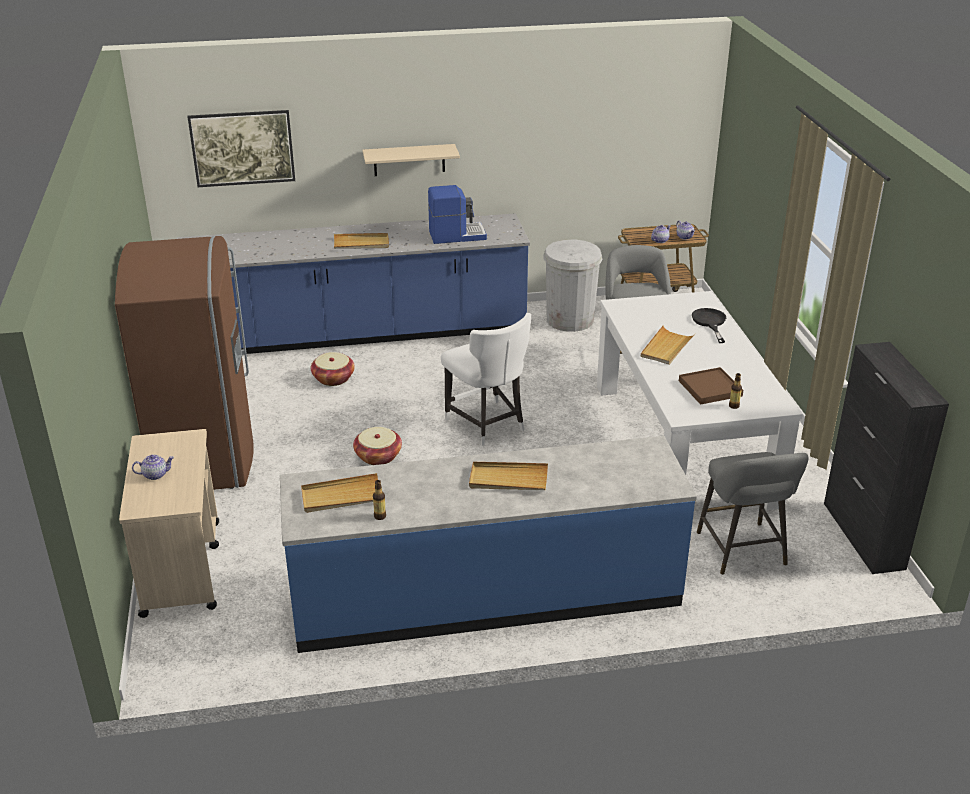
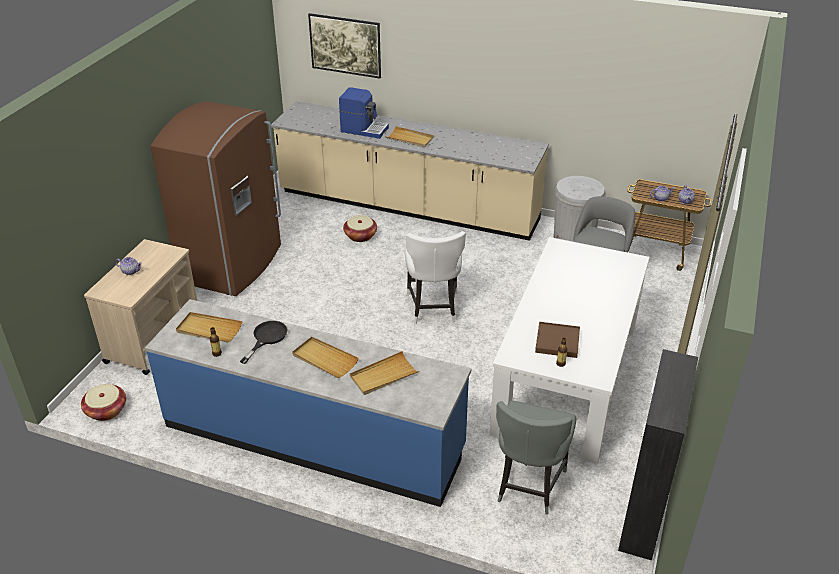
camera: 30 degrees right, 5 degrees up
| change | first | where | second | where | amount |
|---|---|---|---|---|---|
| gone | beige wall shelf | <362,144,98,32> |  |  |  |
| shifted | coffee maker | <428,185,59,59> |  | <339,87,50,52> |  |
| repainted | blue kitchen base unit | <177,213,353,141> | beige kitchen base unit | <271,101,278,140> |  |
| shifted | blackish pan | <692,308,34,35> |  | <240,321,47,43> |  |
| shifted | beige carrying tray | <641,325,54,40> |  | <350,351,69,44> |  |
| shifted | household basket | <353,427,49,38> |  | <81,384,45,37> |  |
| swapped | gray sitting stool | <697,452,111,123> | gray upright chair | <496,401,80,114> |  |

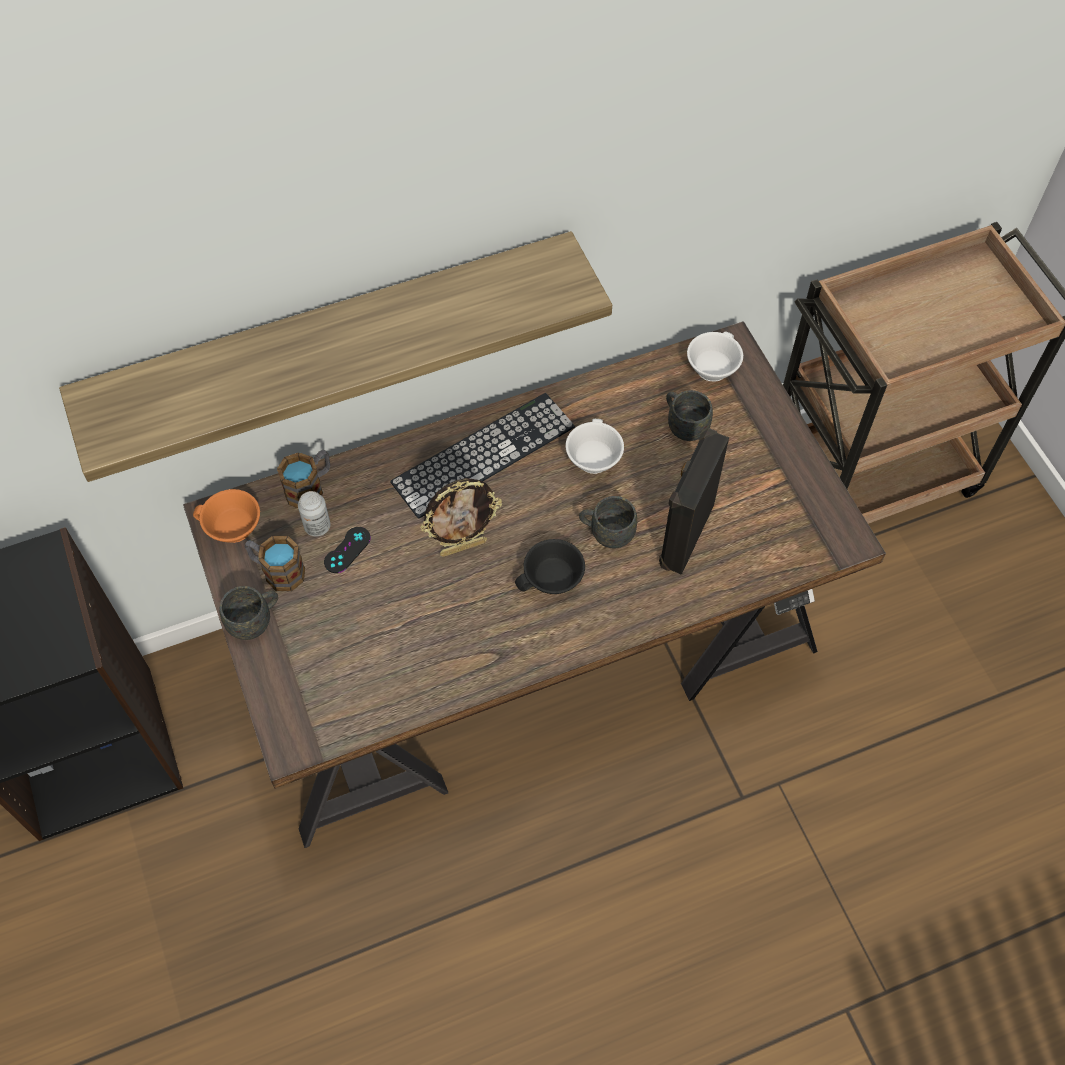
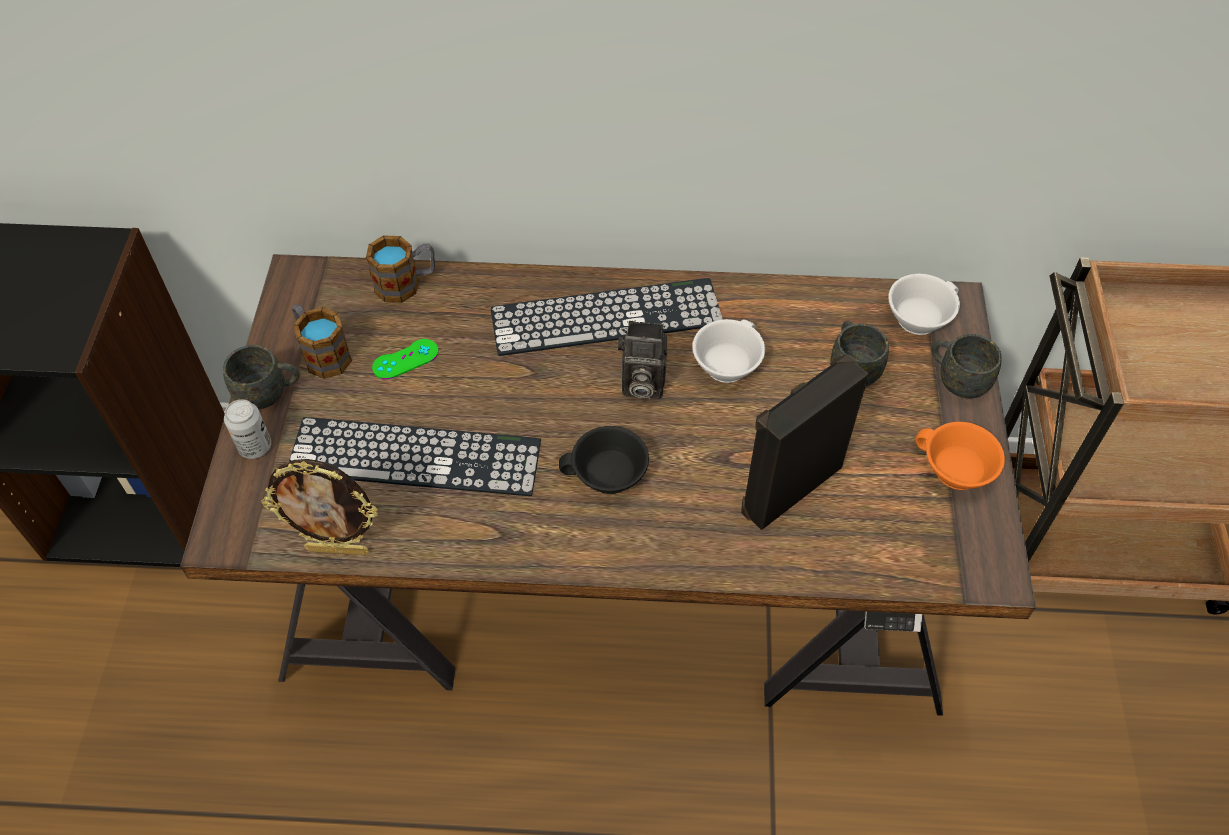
camera: 25 degrees right, 5 degrees down
| change | first | where | second | where | amount |
|---|---|---|---|---|---|
| gone | wall shelf | <59,231,553,251> |  |  |  |
| shifted | photo frame | <420,478,82,79> |  | <261,459,117,96> |  |
| shifted | orangey cup | <193,489,67,54> |  | <915,422,90,68> |  |
| shifted | metal can | <298,491,33,45> |  | <224,399,47,60> |  |
| shifted | gray coffee mug | <579,496,58,52> |  | <931,334,71,64> |  |
| repainted | blackish joypad | <324,527,47,46> | green joypad | <372,339,67,40> |  |
| new |  |  | photo camera | <618,321,49,78> |  |
| new |  |  | keyboard | <289,417,252,79> |  |

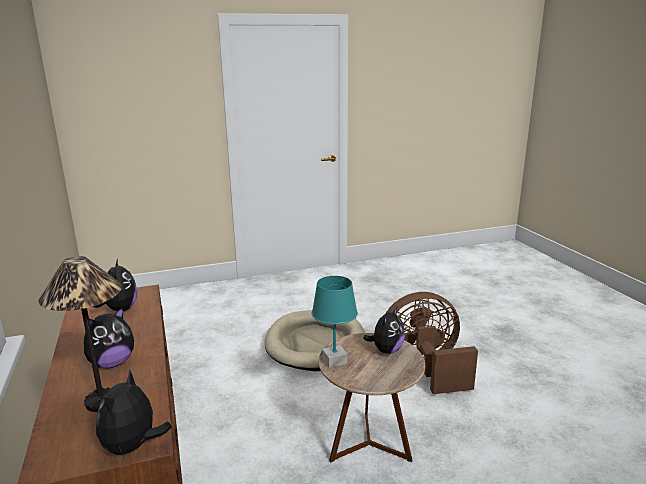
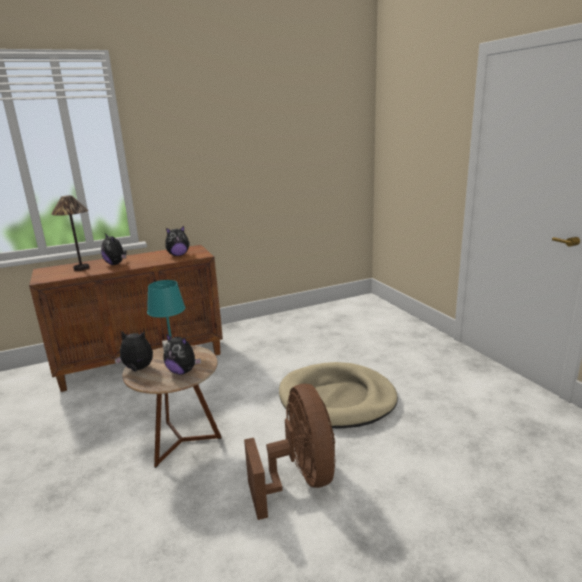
camera: 85 degrees right, 0 degrees up
| change | first | where | second | where | amount |
|---|---|---|---|---|---|
| shifted | plush toy | <96,369,76,88> |  | <114,331,39,41> |  |

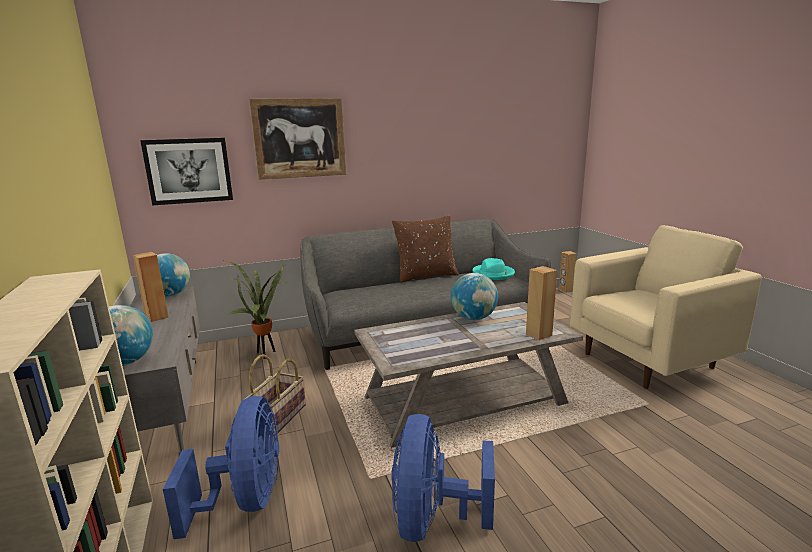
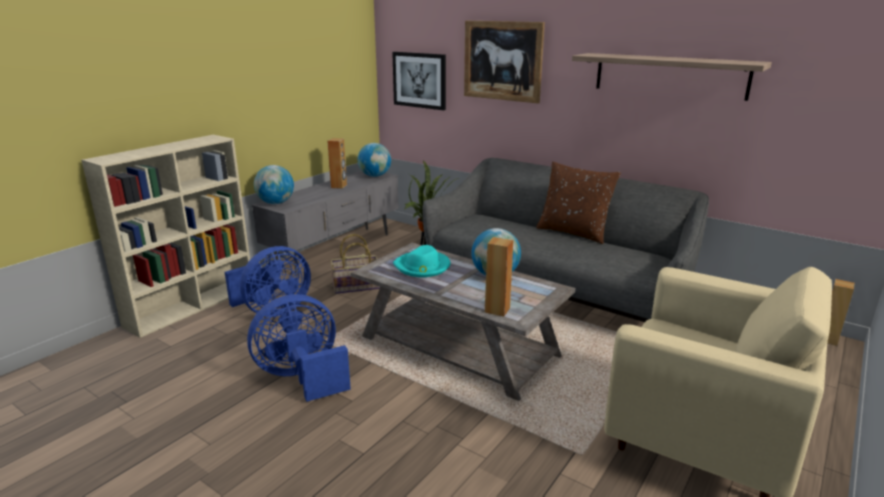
camera: 55 degrees right, 5 degrees up
| change | first | where | second | where | amount |
|---|---|---|---|---|---|
| shifted | turquoise clothing hat | <472,258,43,22> |  | <393,245,58,32> |  |
| new |  |  | wall shelf | <572,53,200,48> |  |

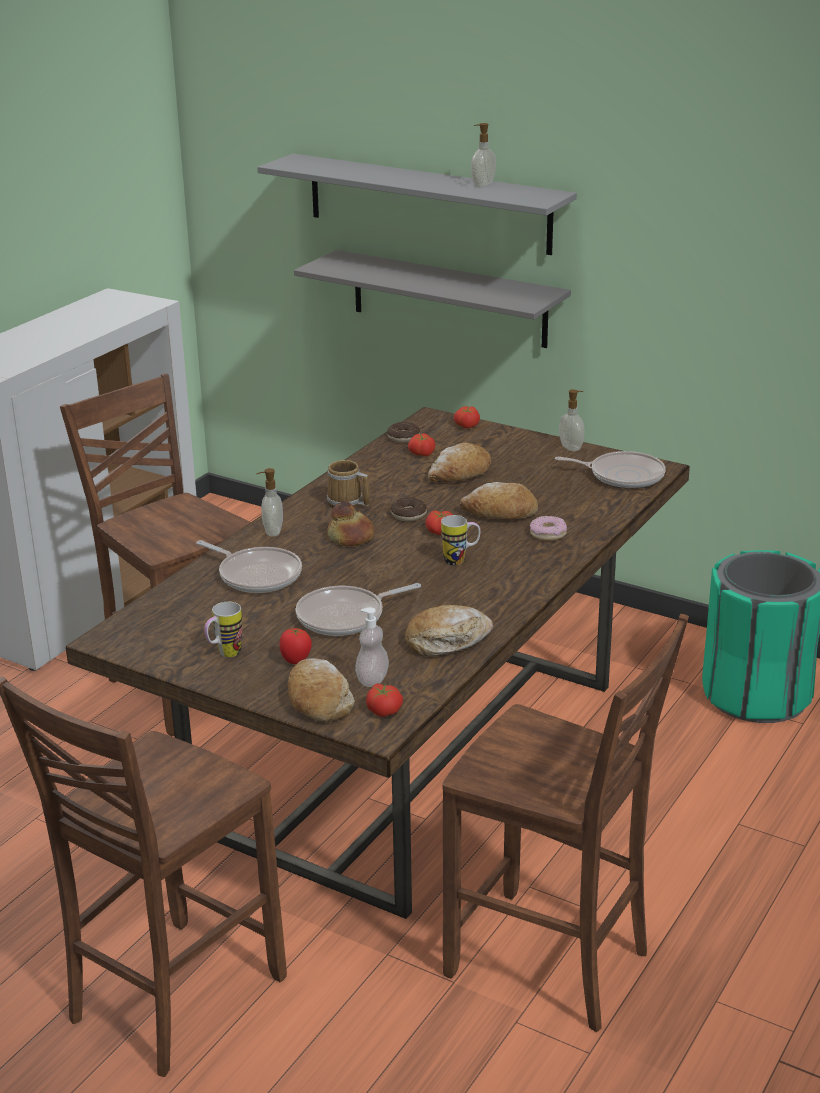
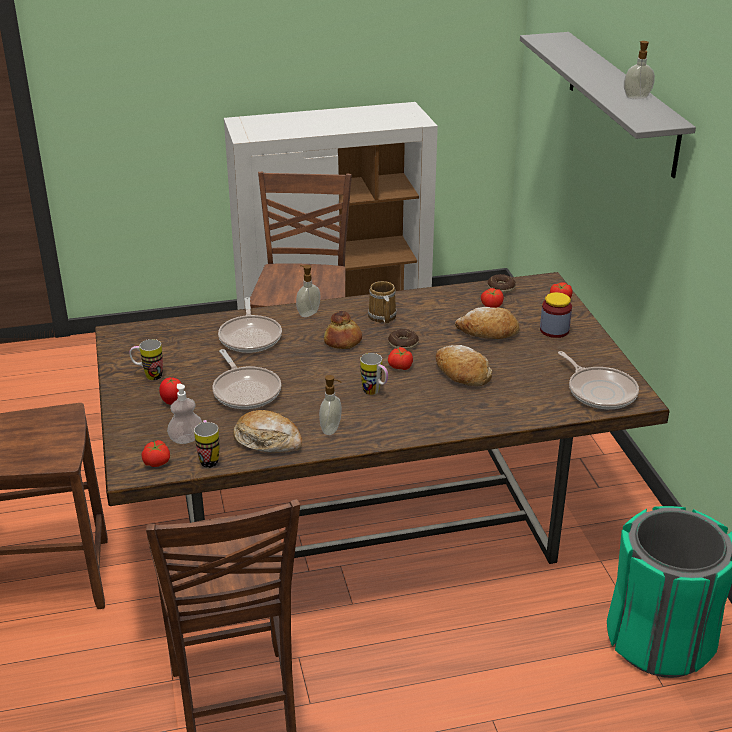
camera: 45 degrees right, 5 degrees up
| change | first | where | second | where | amount |
|---|---|---|---|---|---|
| gone | gray wall shelf | <294,250,277,98> |  |  |  |
| shifted | soap bottle | <559,389,25,62> |  | <319,375,23,60> |  |
| gone | ring doughnut | <529,516,38,25> |  |  |  |
| rotated | pan | <296,583,125,53> |  | <212,349,69,60> | 135 degrees counterclockwise |
| gone | bakery bread | <288,658,67,64> |  |  |  |
| new |  |  | jar | <540,292,32,46> |  |
| new |  |  | coffee mug | <194,420,25,48> |  |

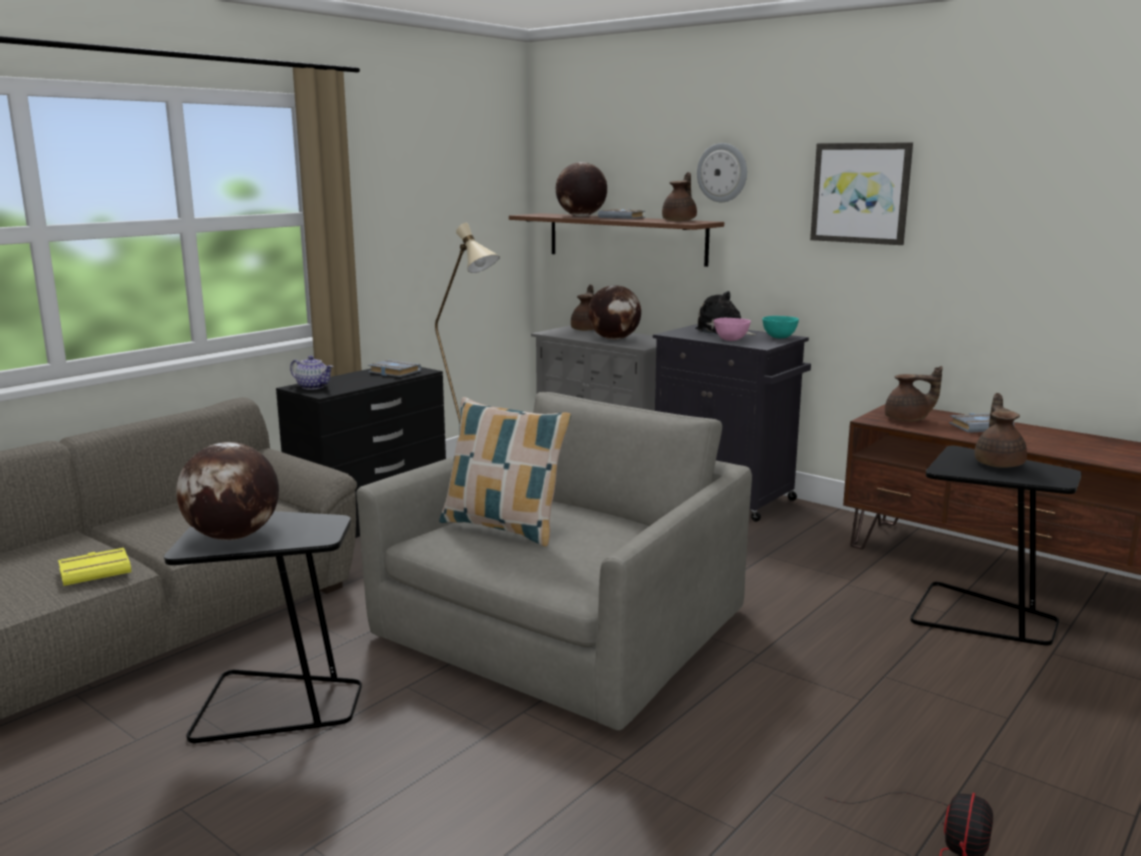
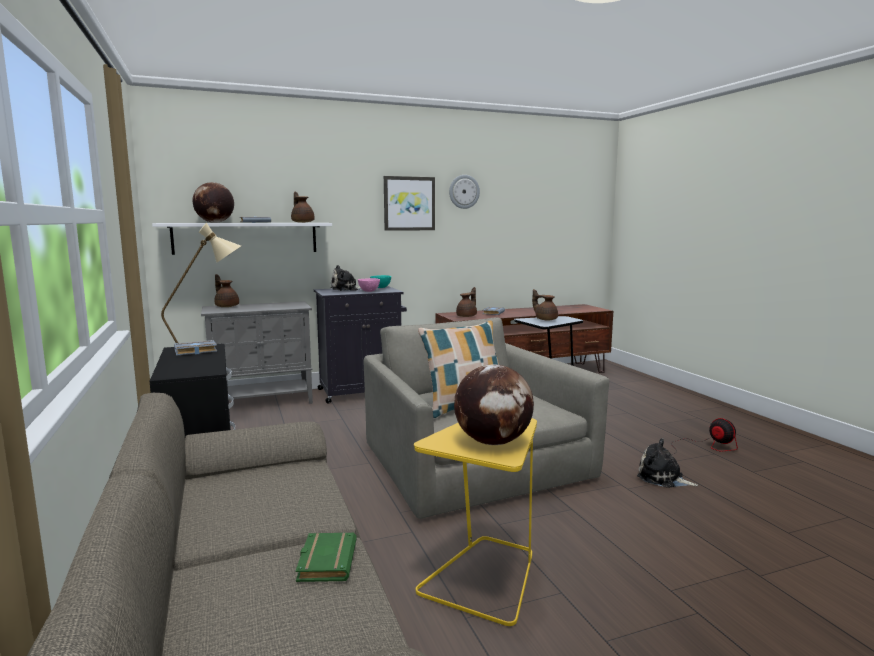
camera: 60 degrees left, 5 degrees down
| change | first | where | second | where | amount |
|---|---|---|---|---|---|
| shifted | clock on the wall | <697,143,50,59> |  | <449,175,31,34> |  |
| repainted | brown wall shelf | <509,213,215,54> | white-coloured wall shelf | <152,223,180,32> |  |
| gone | globe | <588,285,53,55> |  |  |  |
| gone | teapot | <290,356,43,34> |  |  |  |
| repainted | blackish side table | <164,511,198,232> | yellow side table | <414,418,123,208> |  |
| repainted | yellow volume | <58,548,73,38> | green volume | <295,533,62,49> |  |
| new |  |  | plush toy | <637,439,61,49> |  |

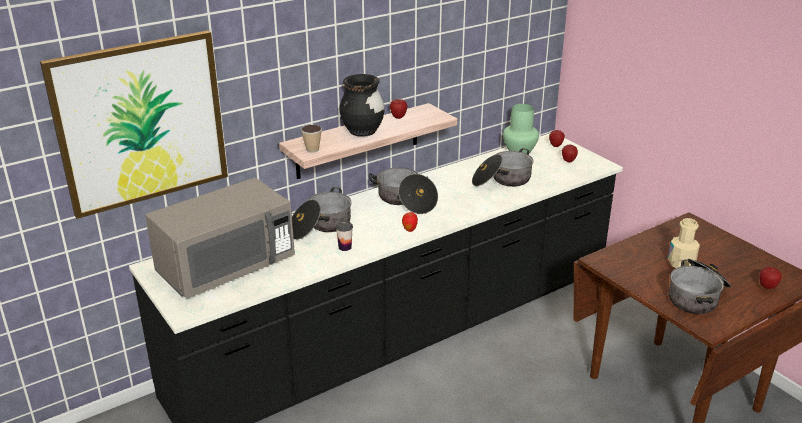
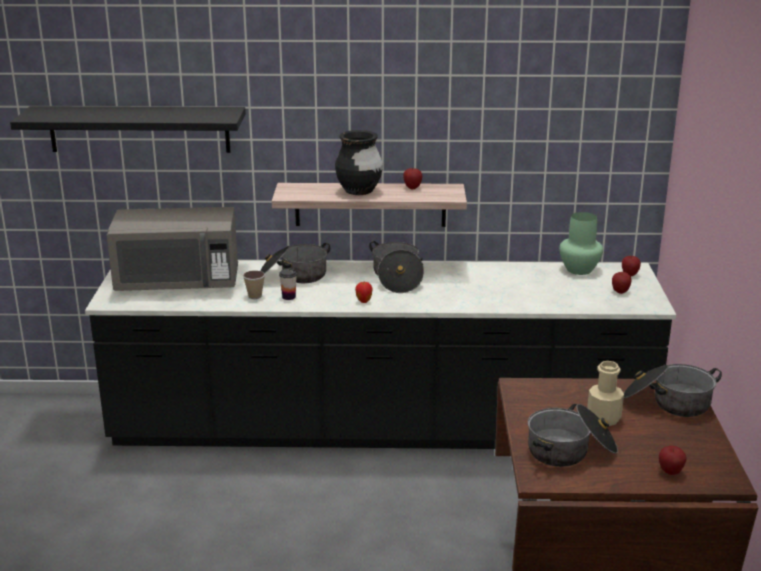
camera: 35 degrees right, 5 degrees down
| change | first | where | second | where | amount |
|---|---|---|---|---|---|
| swapped | picture | <40,30,188,189> | blackish wall shelf | <10,106,236,47> |  |
| shifted | cup | <301,125,21,28> |  | <243,270,22,29> |  |
| shifted | cooking pot | <472,148,62,39> |  | <624,364,98,53> |  |

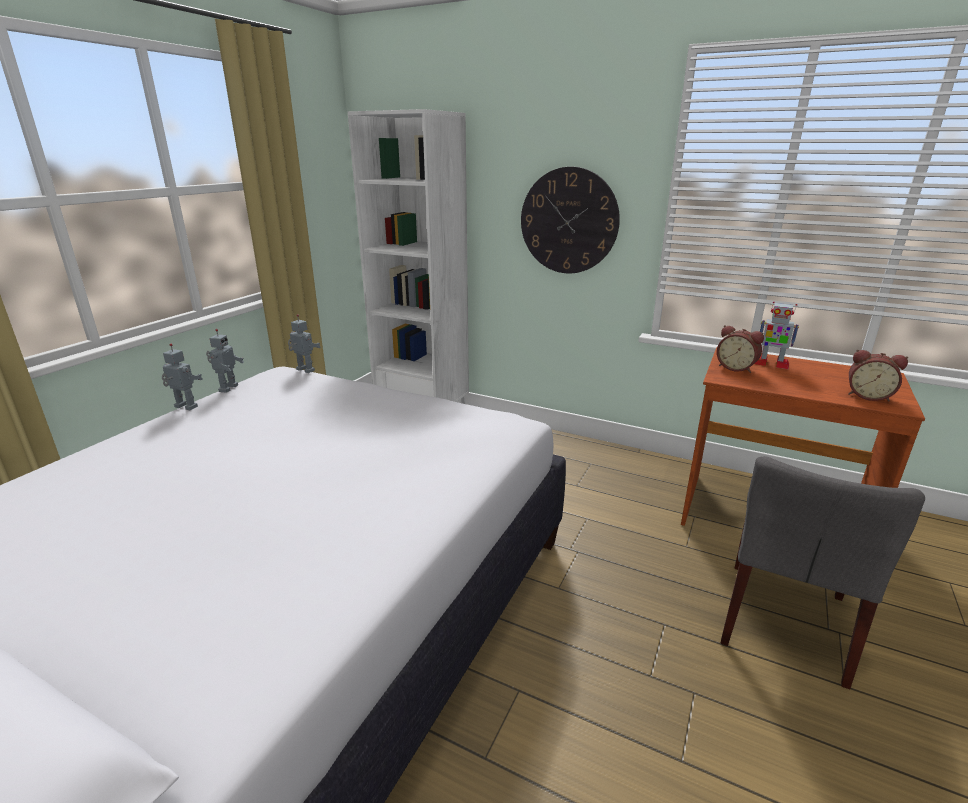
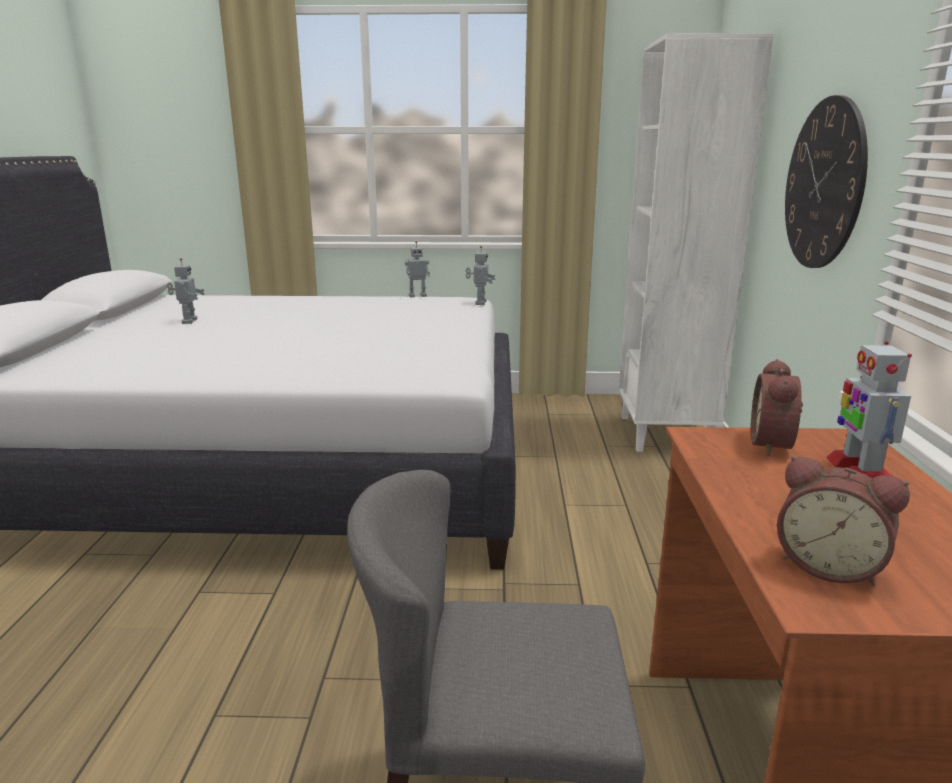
camera: 65 degrees right, 5 degrees down
| change | first | where | second | where | amount |
|---|---|---|---|---|---|
| shifted | model robot | <162,344,40,66> |  | <167,258,38,66> |  |
| rotated | alarm clock | <848,350,60,51> |  | <777,456,133,130> | 60 degrees counterclockwise |

